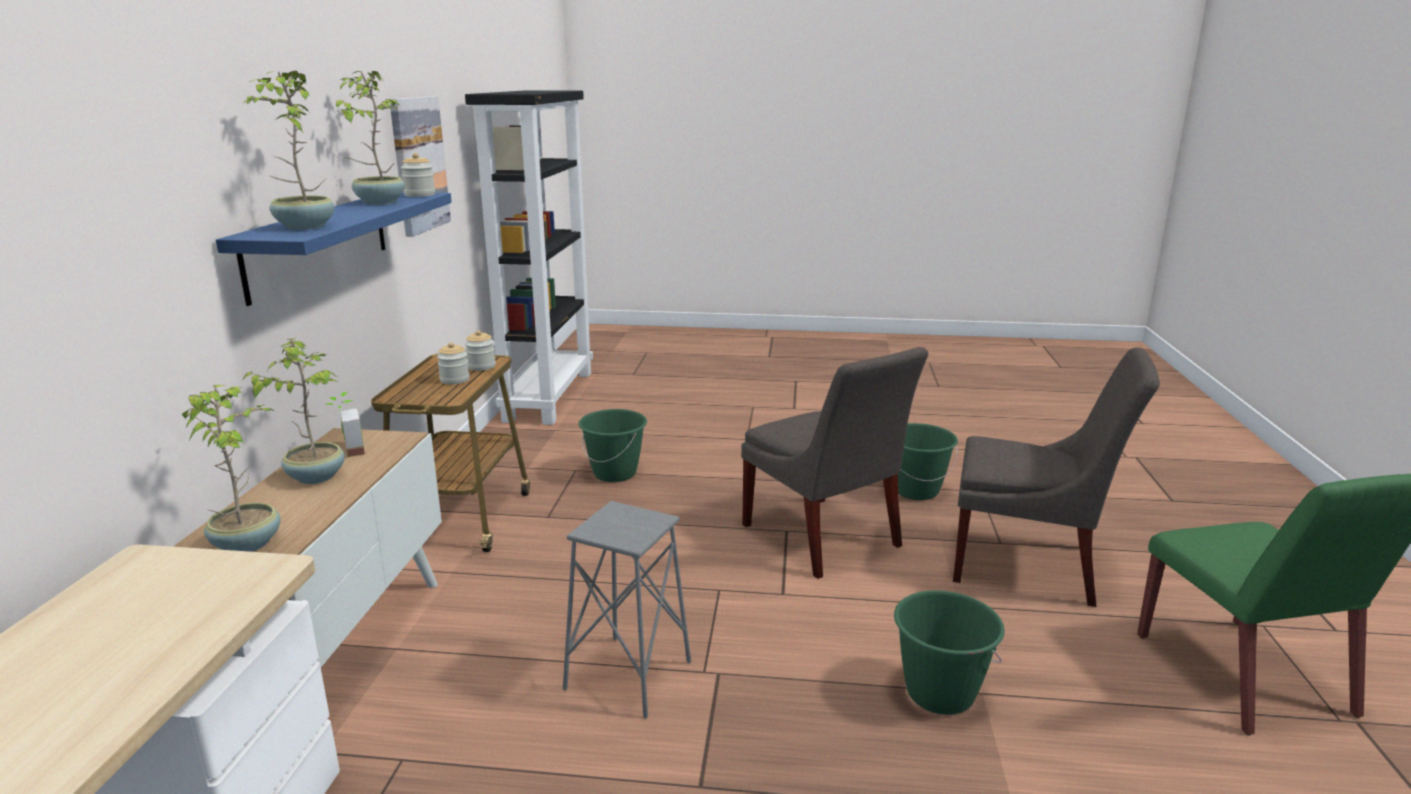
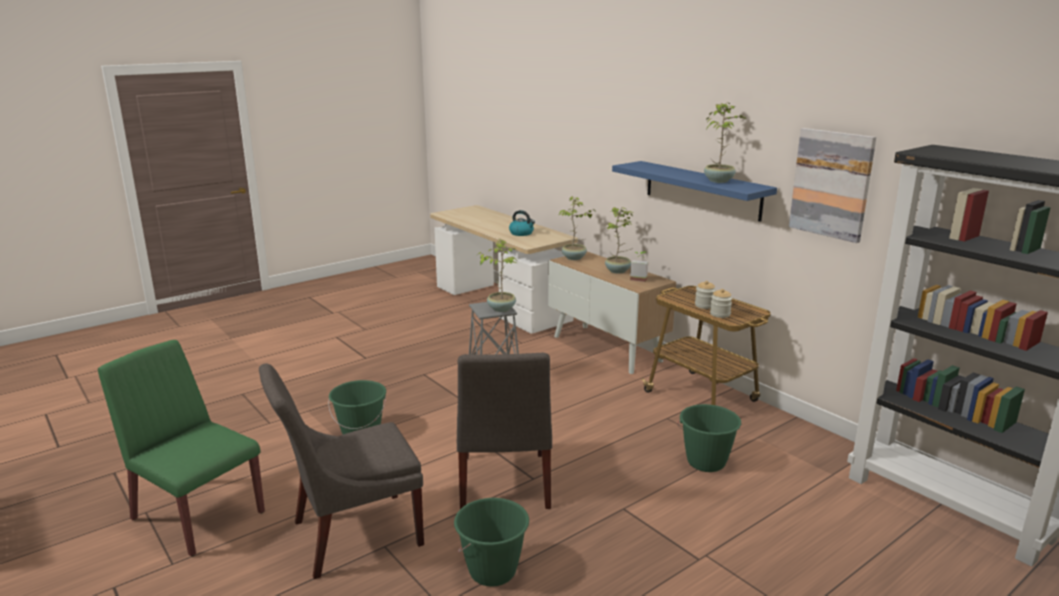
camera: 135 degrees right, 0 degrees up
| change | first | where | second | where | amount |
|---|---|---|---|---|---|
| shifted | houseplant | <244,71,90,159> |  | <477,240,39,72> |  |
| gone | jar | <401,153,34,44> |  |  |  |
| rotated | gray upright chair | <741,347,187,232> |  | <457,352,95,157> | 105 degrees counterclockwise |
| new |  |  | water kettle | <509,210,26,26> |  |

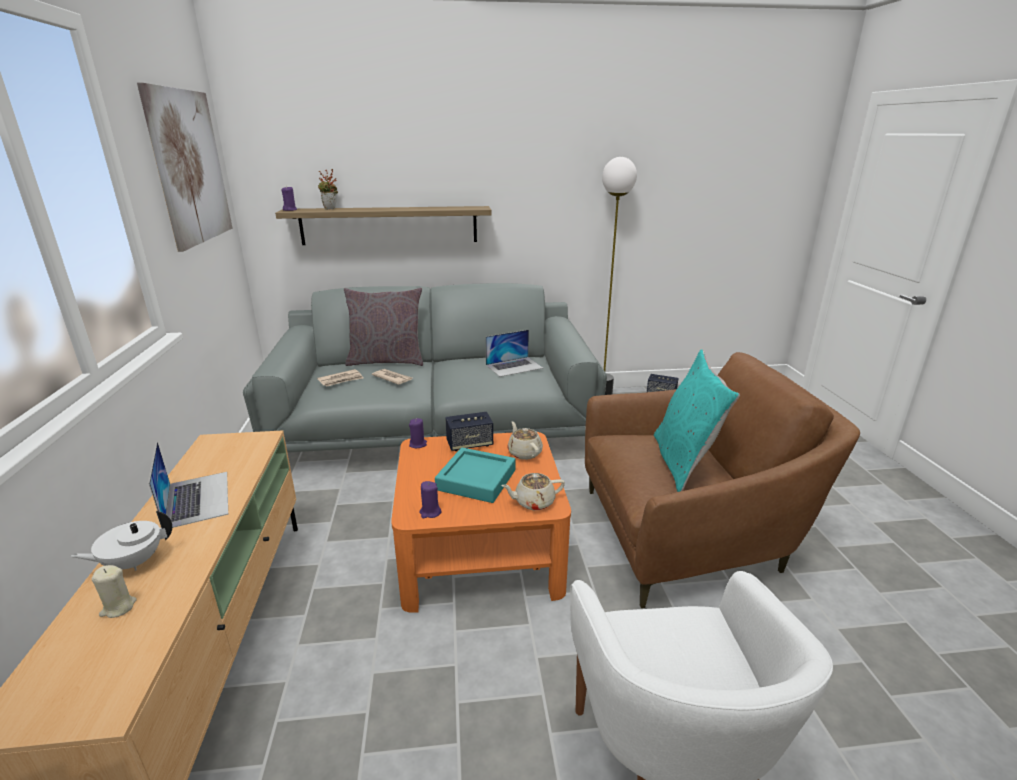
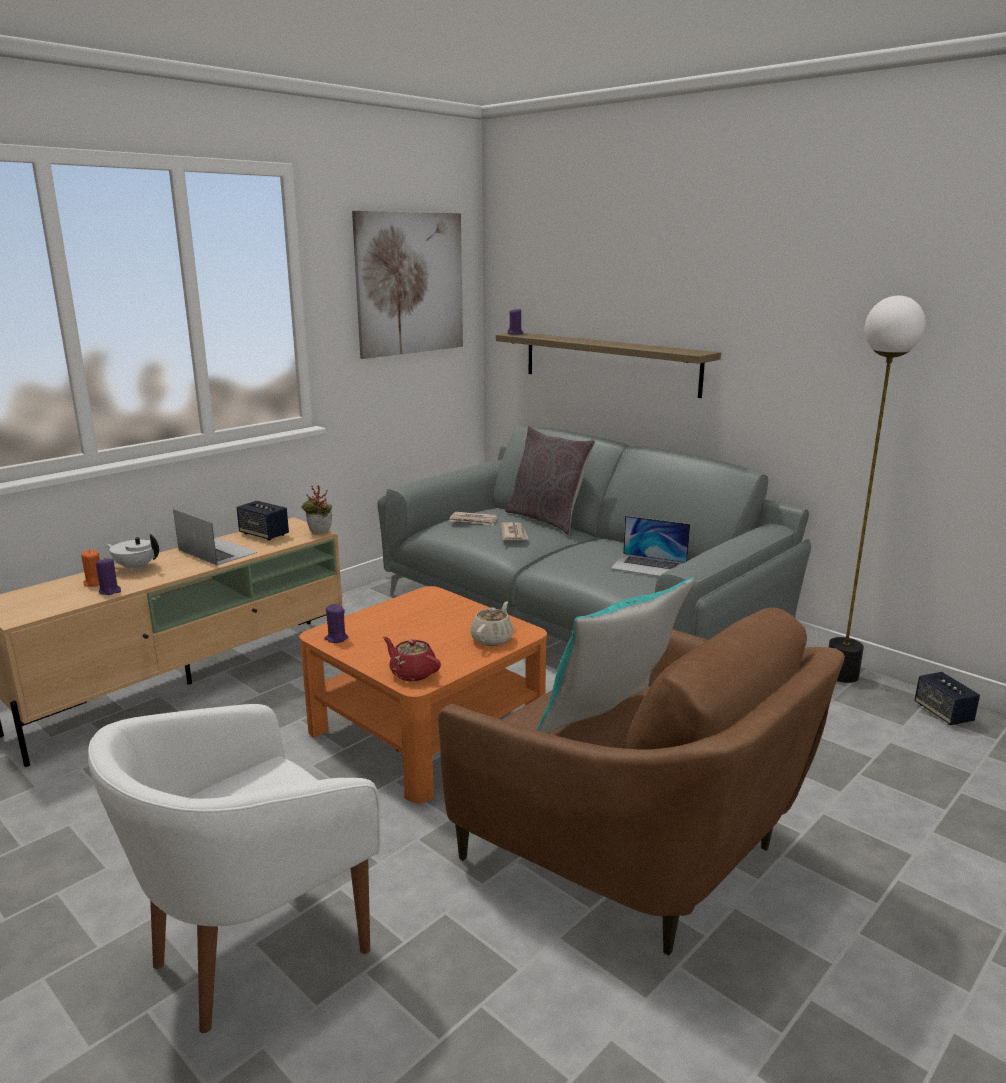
camera: 50 degrees right, 5 degrees down
| change | first | where | second | where | amount |
|---|---|---|---|---|---|
| shifted | houseplant | <318,169,20,41> |  | <301,485,31,49> |  |
| shifted | loudspeaker | <445,412,48,39> |  | <237,501,52,40> |  |
| shifted | purplish candle | <409,418,18,30> |  | <96,557,25,38> |  |
| rotated | laptop | <149,442,79,86> |  | <173,509,84,57> | 75 degrees counterclockwise |
| gone | turquoise carrying tray | <435,448,80,55> |  |  |  |
| repainted | beige teapot | <501,473,64,37> | red-coloured teapot | <383,637,58,44> |  |
| repainted | beige candle | <92,565,45,53> | orangey candle | <81,549,19,38> |  |

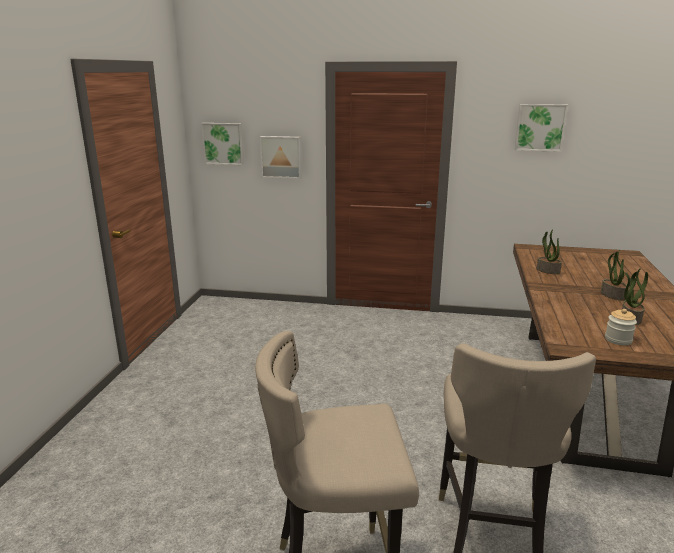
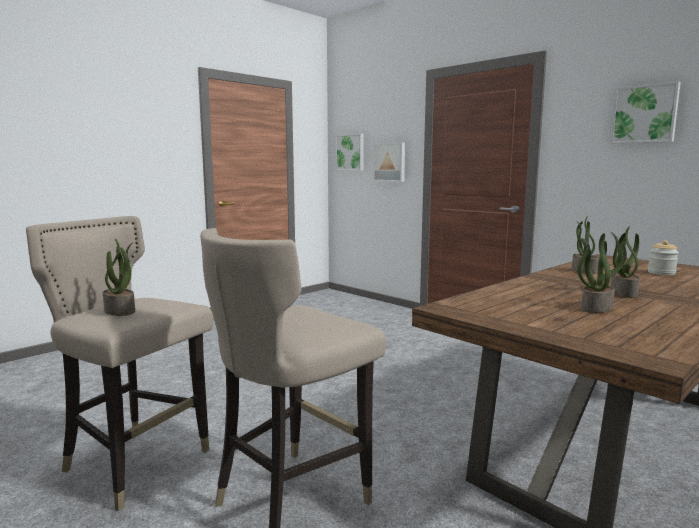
camera: 35 degrees right, 10 degrees down
| change | first | where | second | where | amount |
|---|---|---|---|---|---|
| shifted | jar | <605,309,32,36> |  | <648,240,31,35> |  |
| new |  |  | houseplant | <103,238,32,78> |  |

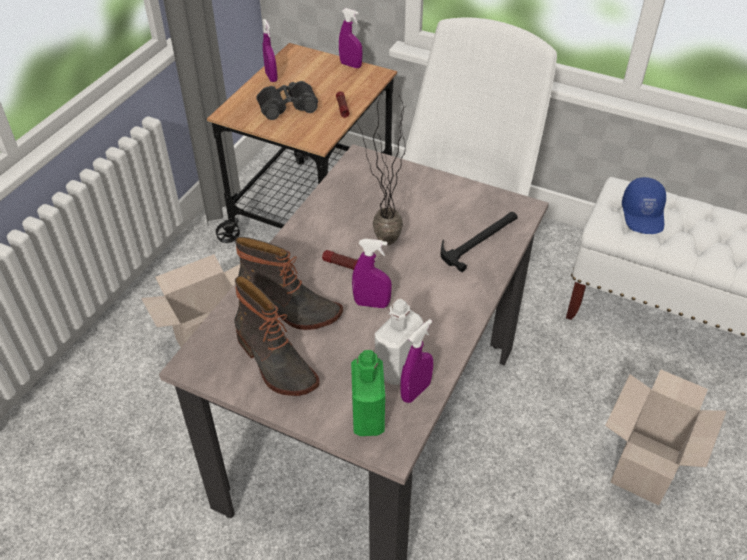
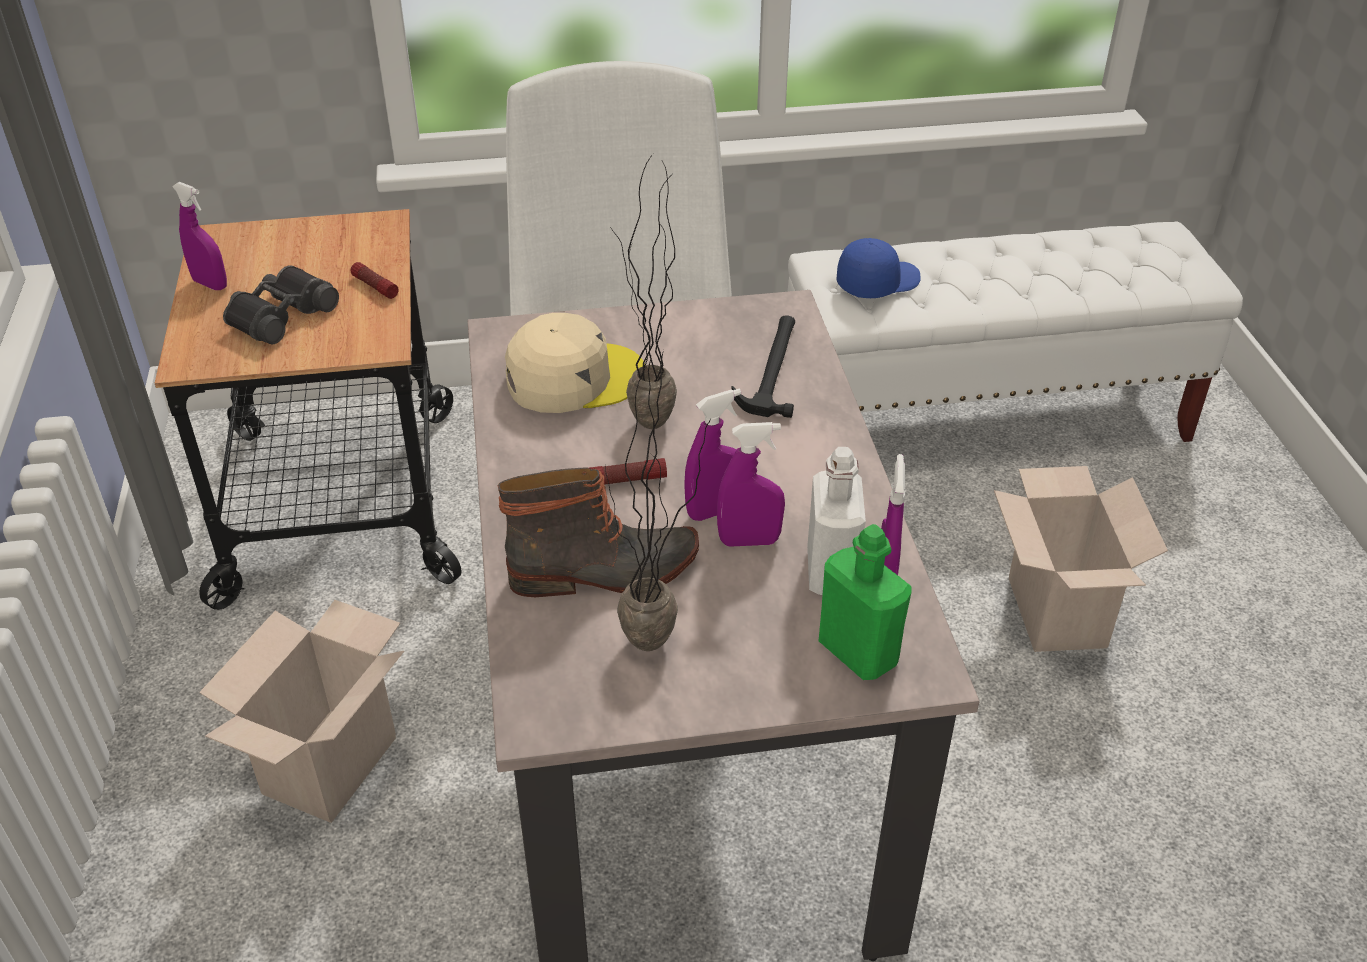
camera: 35 degrees left, 5 degrees down
| change | first | where | second | where | amount |
|---|---|---|---|---|---|
| shifted | purplish sprayer | <339,8,23,60> |  | <717,422,68,125> |  |
| rotated | blue peaked cap | <622,177,44,57> |  | <836,238,85,60> | 90 degrees counterclockwise |
| swapped | high-top boot | <234,276,86,120> | houseplant | <605,350,106,301> |  |
| new |  |  | beige peaked cap | <505,313,140,100> |  |

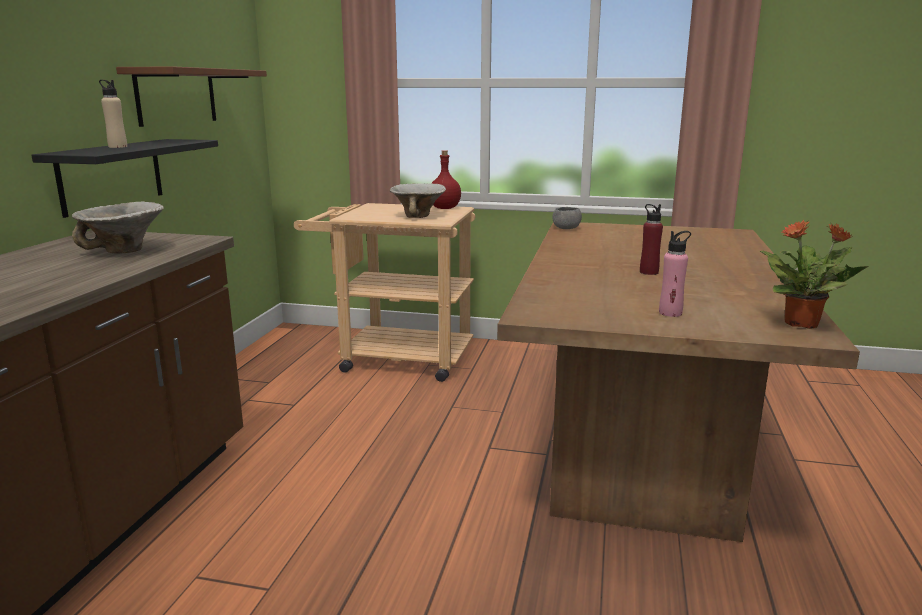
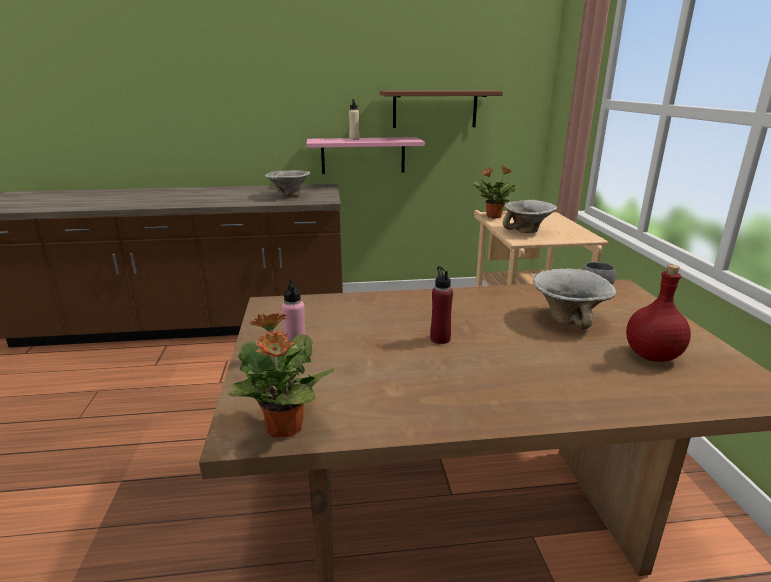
camera: 70 degrees right, 5 degrees up
| change | first | where | second | where | amount |
|---|---|---|---|---|---|
| repainted | blackish wall shelf | <31,139,187,79> | pink-coloured wall shelf | <306,137,119,37> |  |
| shifted | red-coloured beverage bottle | <432,150,29,59> |  | <626,265,65,97> |  |
| new |  |  | houseplant | <473,166,47,52> |  |
| new |  |  | bowl | <533,268,83,61> |  |

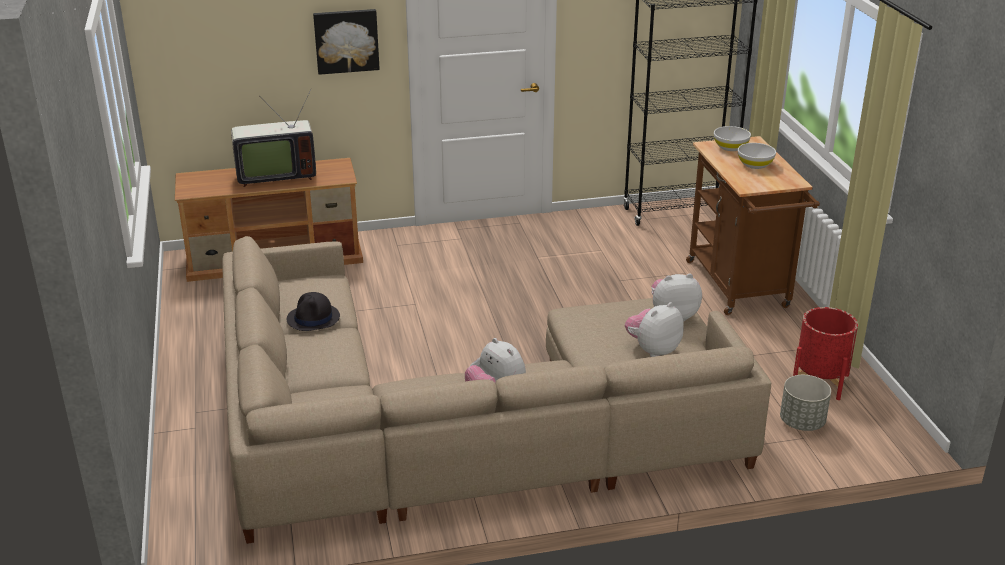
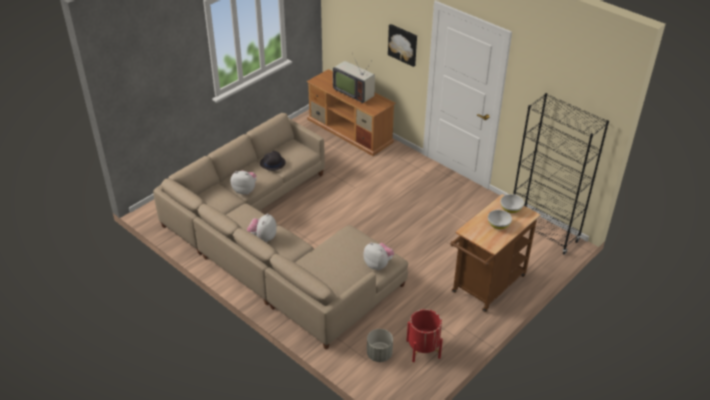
camera: 55 degrees right, 10 degrees up
| change | first | where | second | where | amount |
|---|---|---|---|---|---|
| shifted | plush toy | <625,302,59,55> |  | <231,171,25,24> |  |

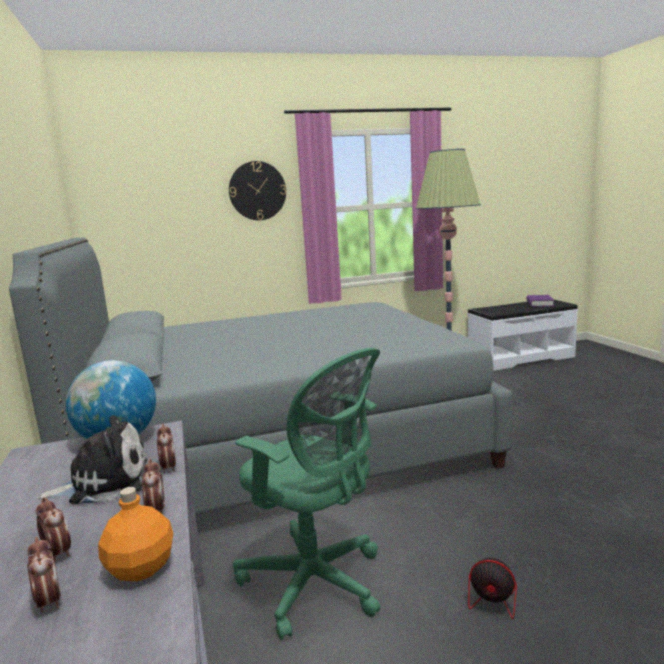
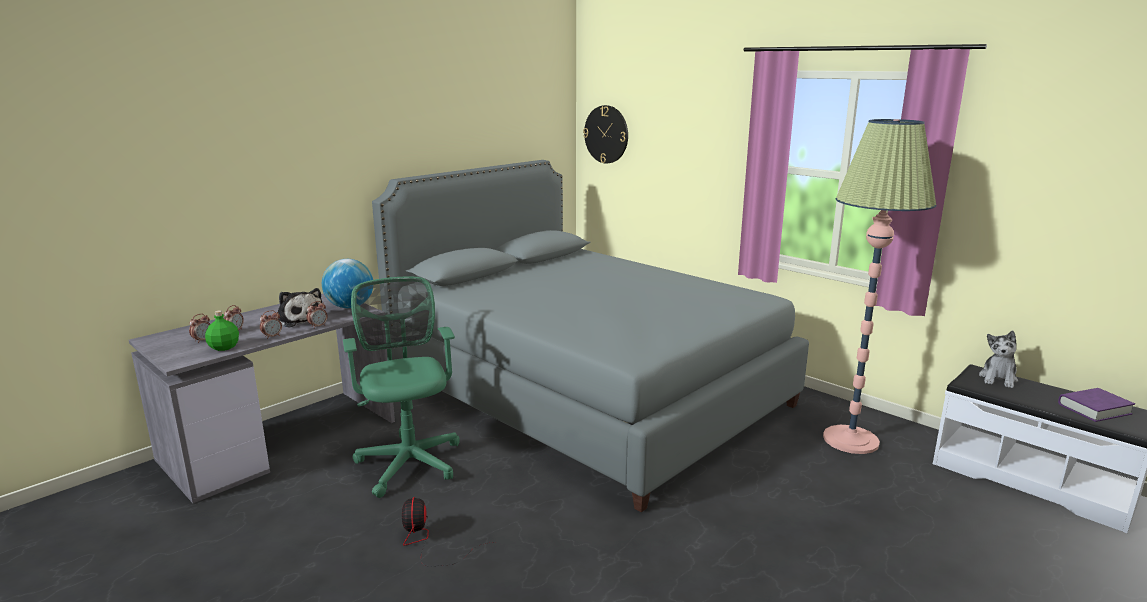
camera: 60 degrees right, 5 degrees up
| change | first | where | second | where | amount |
|---|---|---|---|---|---|
| shifted | clock on the wall | <229,161,57,59> |  | <583,105,45,58> |  |
| rotated | green office chair | <233,348,147,292> |  | <343,276,117,222> | 150 degrees clockwise |
| repainted | orangey beverage bottle | <98,487,75,94> | green beverage bottle | <205,310,34,41> |  |
| new |  |  | plush toy | <979,330,39,58> |  |

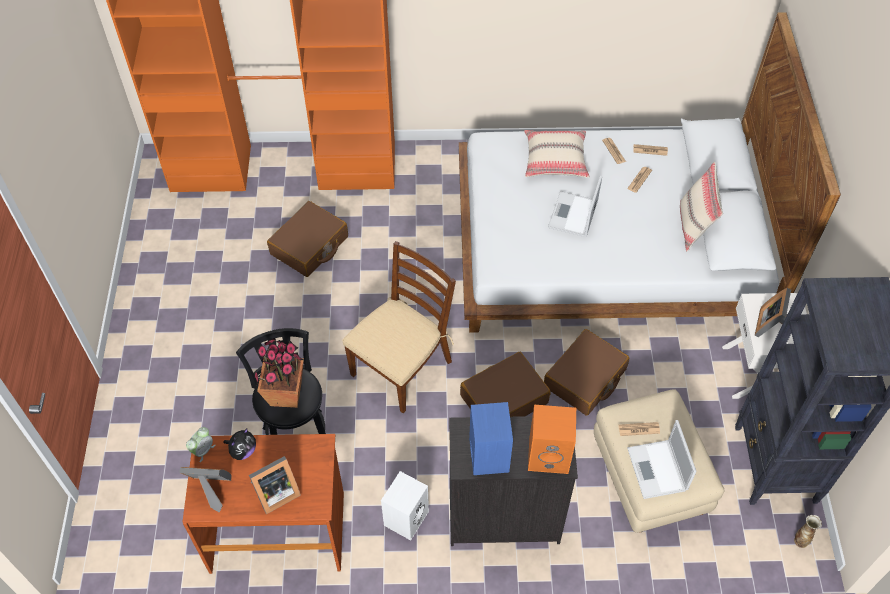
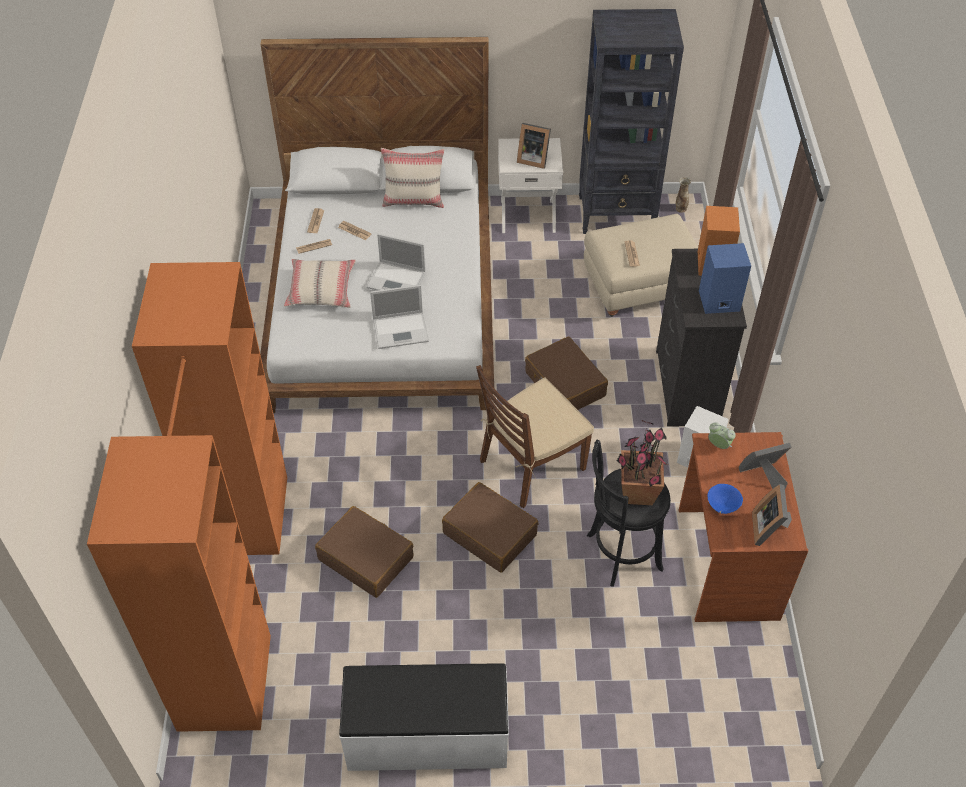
camera: 90 degrees left, 5 degrees down
| change | first | where | second | where | amount |
|---|---|---|---|---|---|
| rotated | brown upright chair | <342,241,114,172> |  | <476,365,118,143> | 75 degrees counterclockwise |
| shifted | brown travel case | <544,329,85,87> |  | <442,482,97,91> |  |
| shifted | laptop | <627,420,70,79> |  | <370,285,59,64> |  |
| shifted | alarm clock | <186,427,29,35> |  | <708,422,28,27> |  |
| swapped | plush toy | <224,428,32,32> | blue bowl | <707,484,36,30> |  |
| rotated | photo frame | <249,456,52,58> |  | <739,443,52,46> | 75 degrees counterclockwise |
| new |  |  | white-coloured indoor bench | <339,663,170,108> |  |

